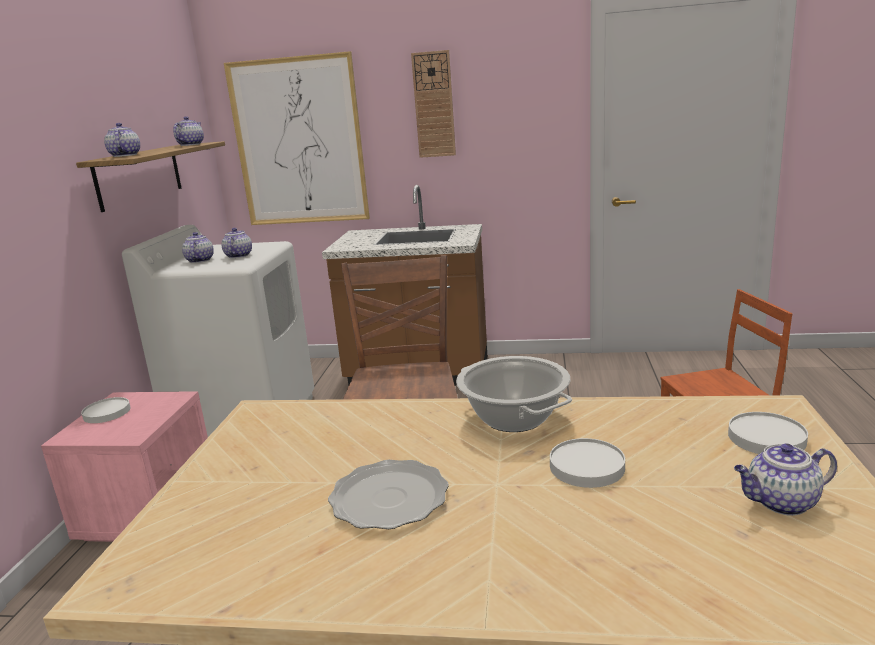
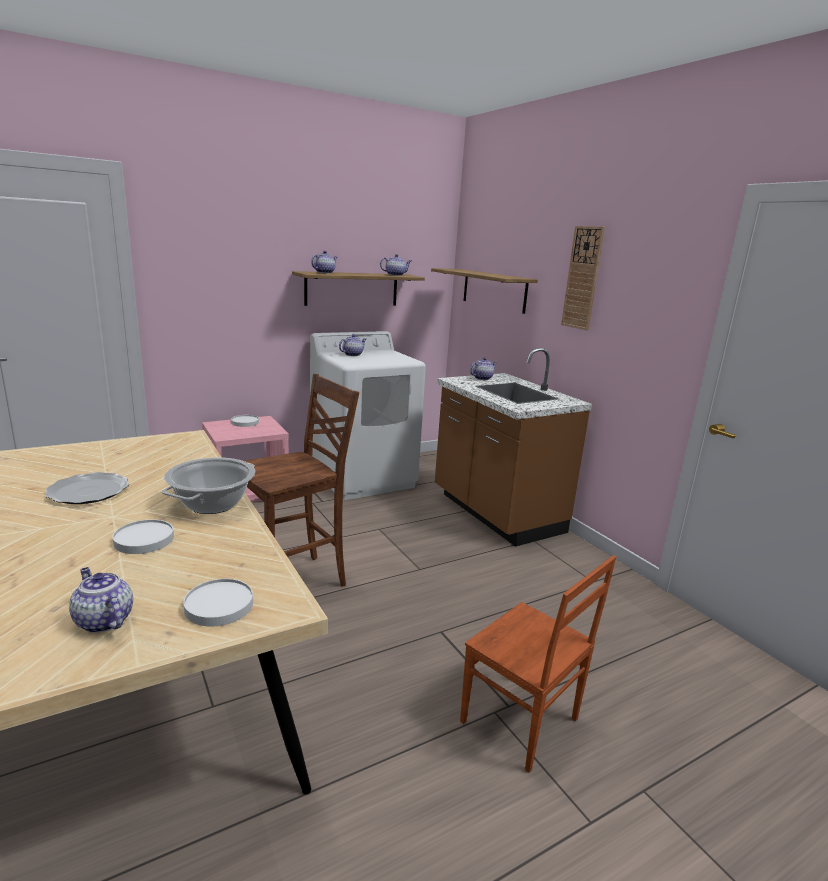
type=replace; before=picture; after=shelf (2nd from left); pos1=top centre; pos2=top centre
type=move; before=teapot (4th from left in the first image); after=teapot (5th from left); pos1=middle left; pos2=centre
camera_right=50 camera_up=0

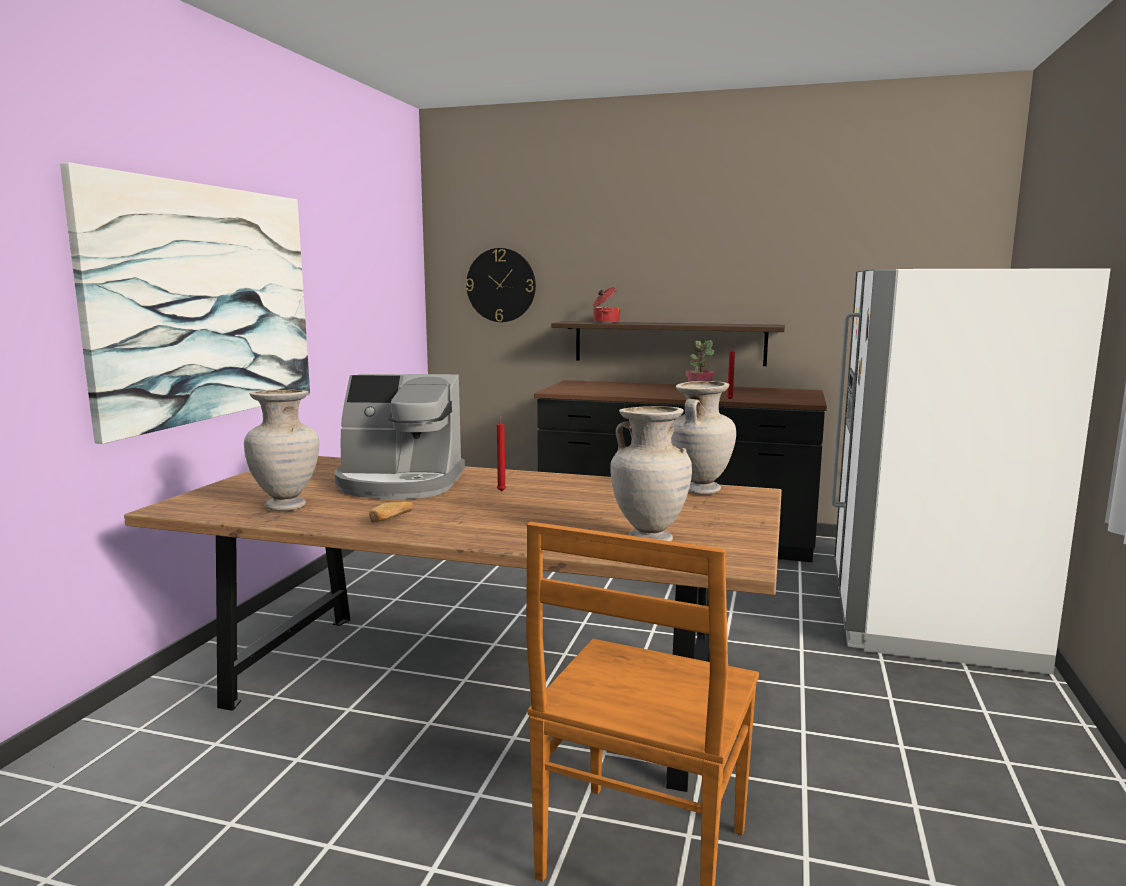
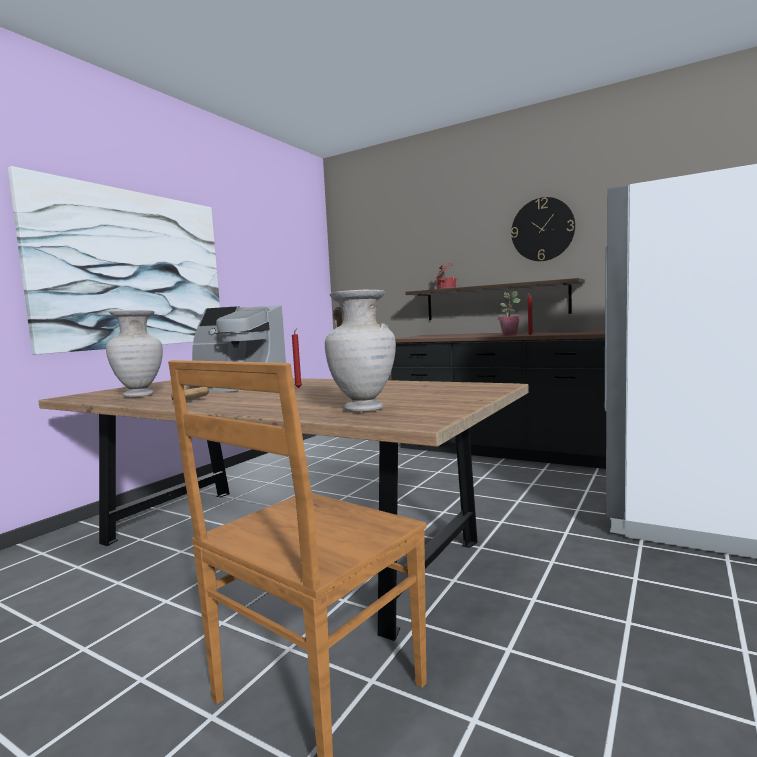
type=move; before=wall clock; pos1=top centre; pos2=top right
type=delete; before=vase/beige (3rd from left); pos1=centre
camera_right=15 camera_up=-5

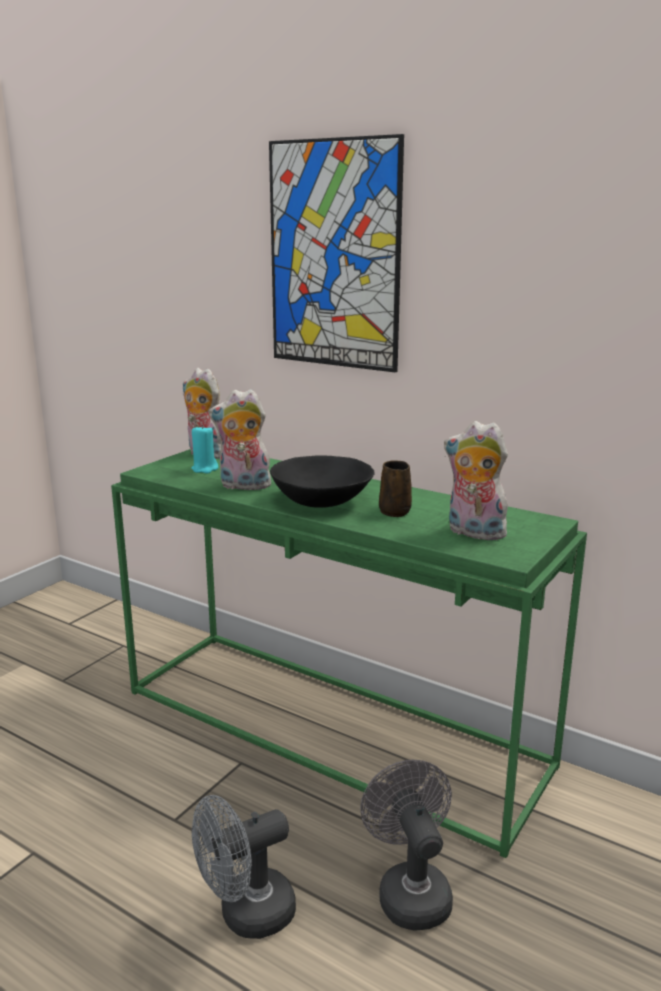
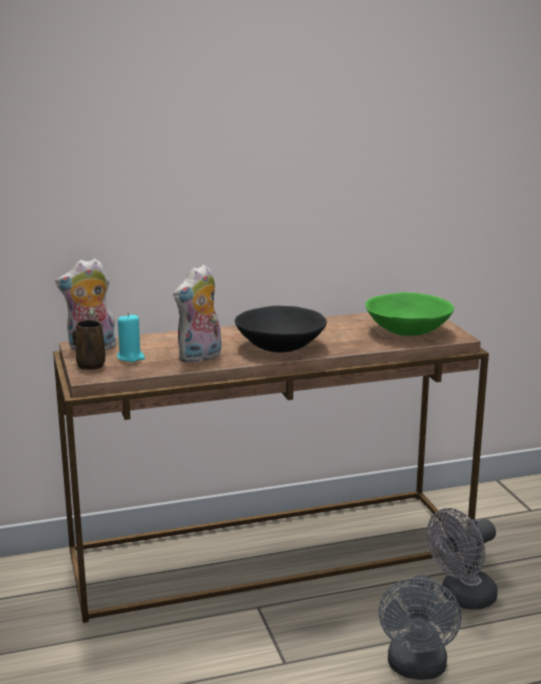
type=delete; before=picture; pos1=top centre
type=replace; before=plush toy (3rd from left); after=bowl/green; pos1=middle right; pos2=middle right
type=recolor; before=console table/green; after=console table/brown; pos1=centre; pos2=bottom centre
type=move; before=mug/brown; pos1=centre; pos2=middle left
type=rotate; before=fan/grey (2nd from left); pos1=bottom centre; pos2=bottom right; turn=-60
camera_right=-50 camera_up=0

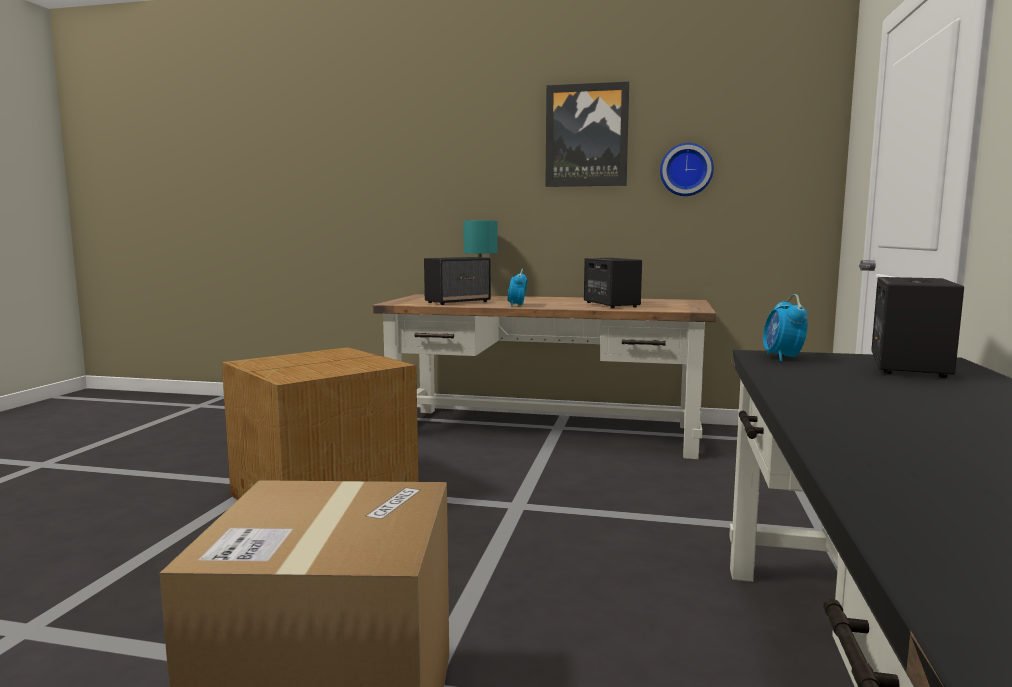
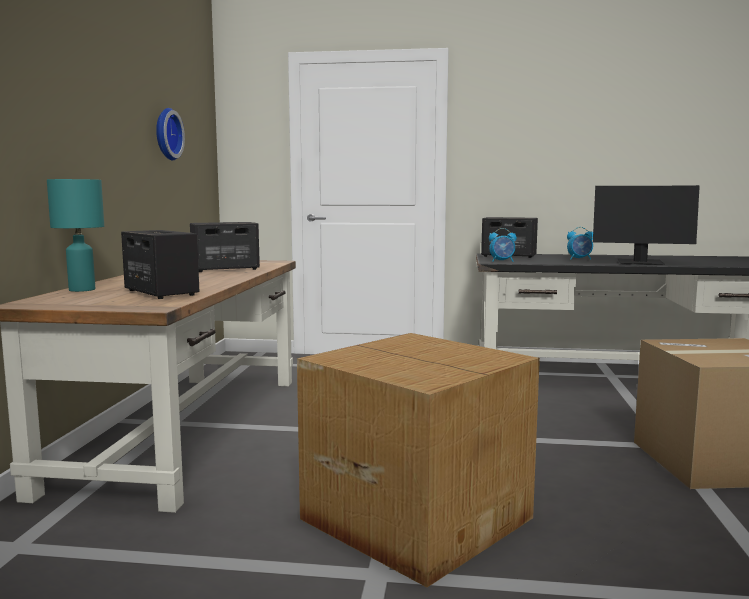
type=delete; before=picture; pos1=top centre
type=move; before=alarm clock (1st from left in the first image); after=alarm clock (2nd from left); pos1=centre; pos2=middle right
type=insert; after=monitor; pos2=middle right
camera_right=-95 camera_up=0

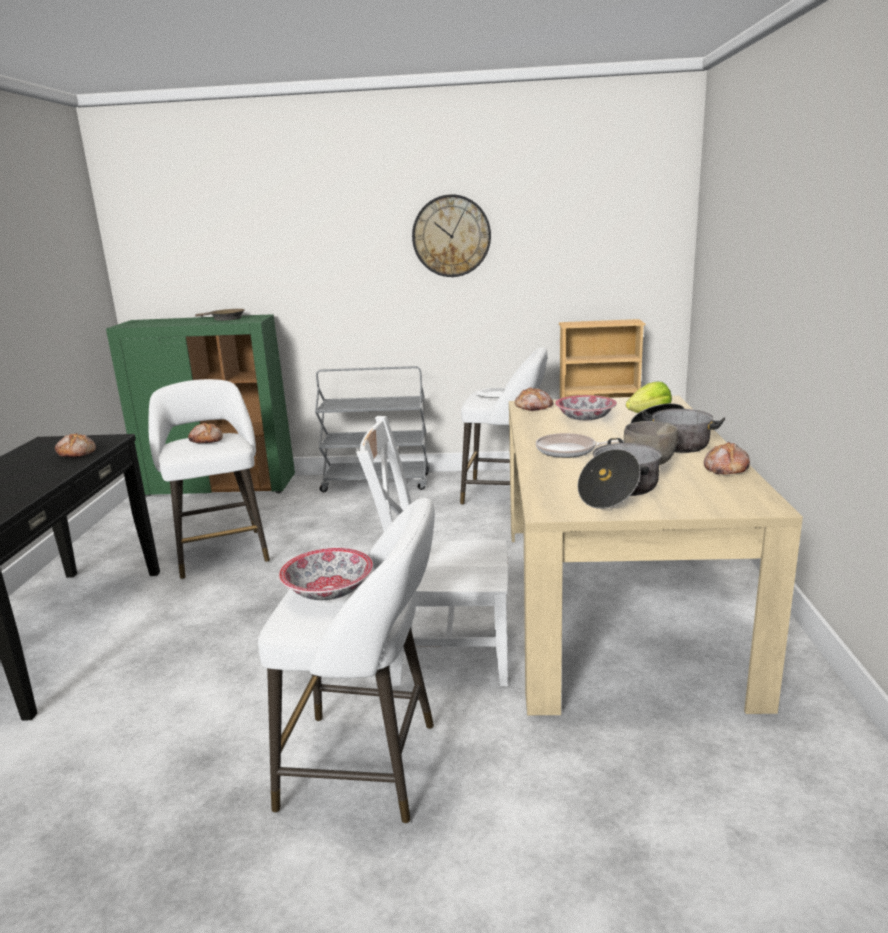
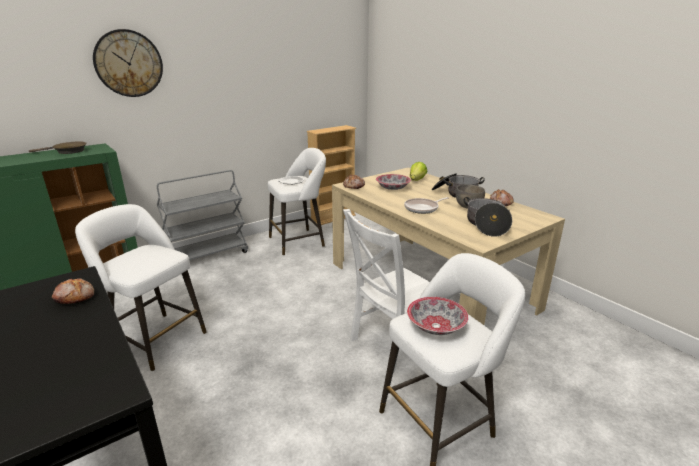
type=move; before=wall clock; pos1=top centre; pos2=top left
type=delete; before=bread (2nd from left); pos1=middle left
camera_right=-40 camera_up=5

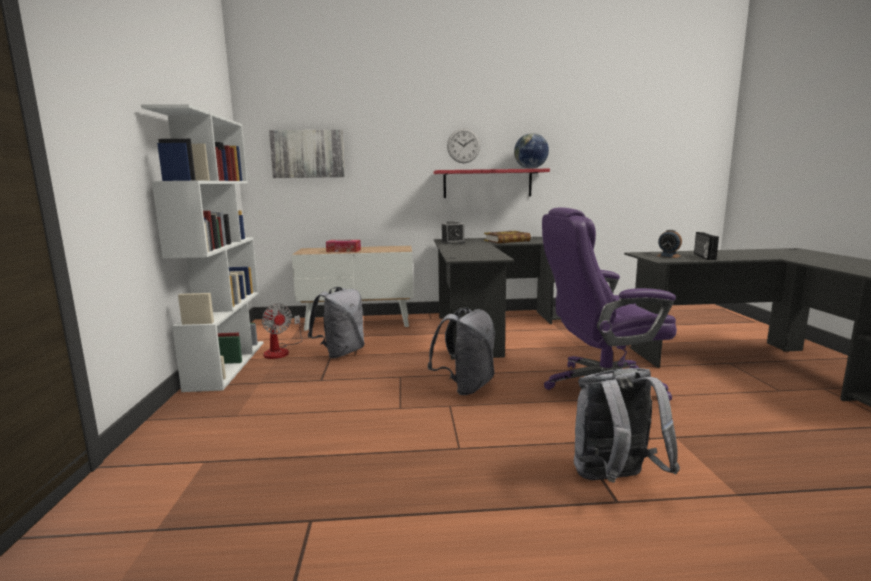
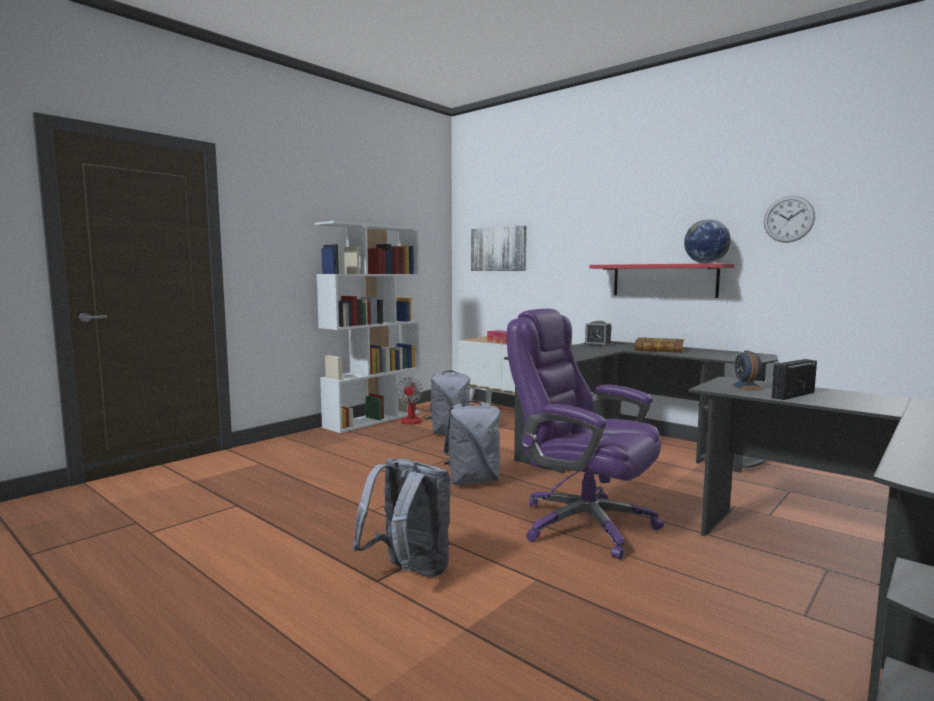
type=move; before=wall clock; pos1=top centre; pos2=top right
camera_right=45 camera_up=-5

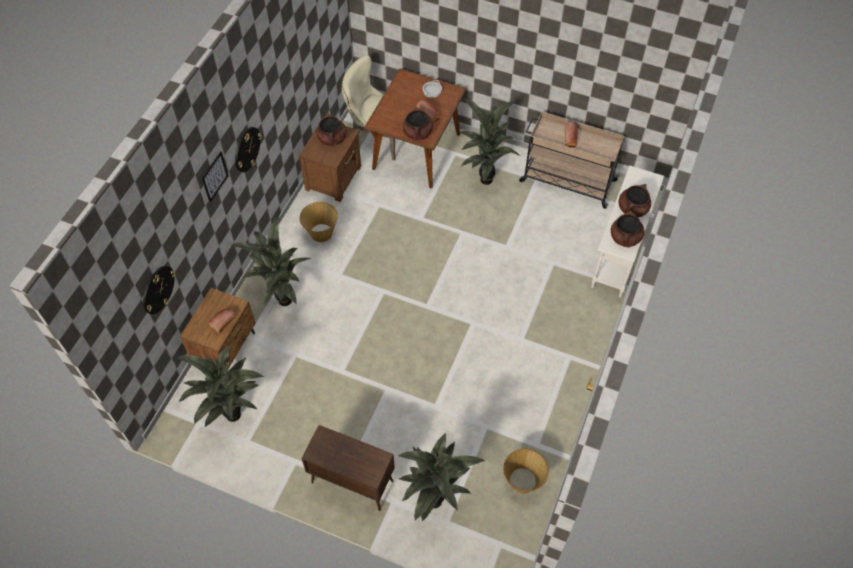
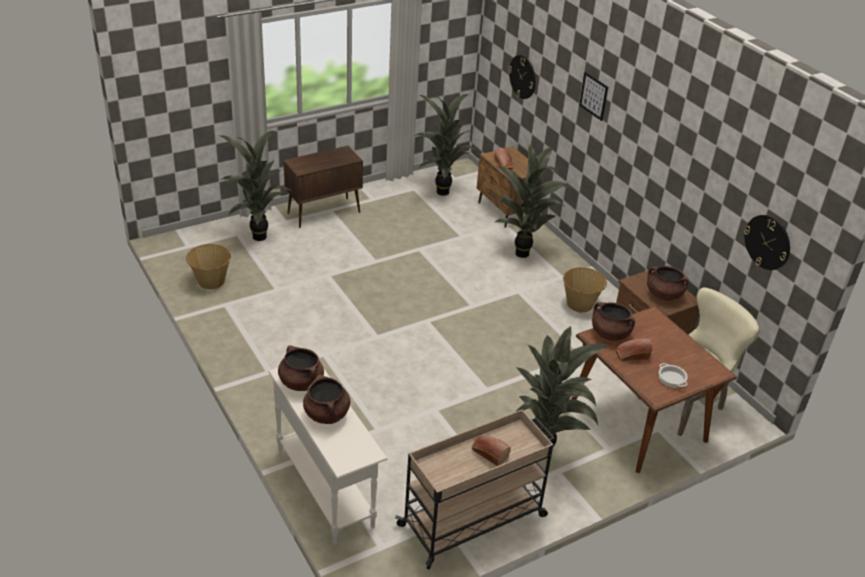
type=move; before=wall clock (2nd from left); pos1=top left; pos2=middle right
camera_right=125 camera_up=-20

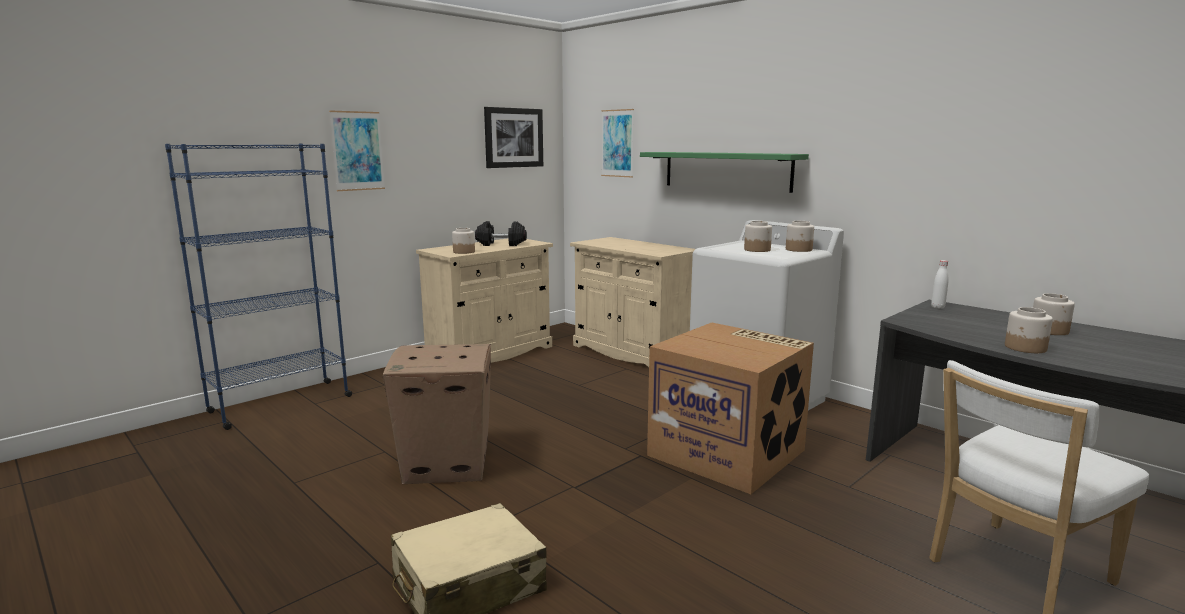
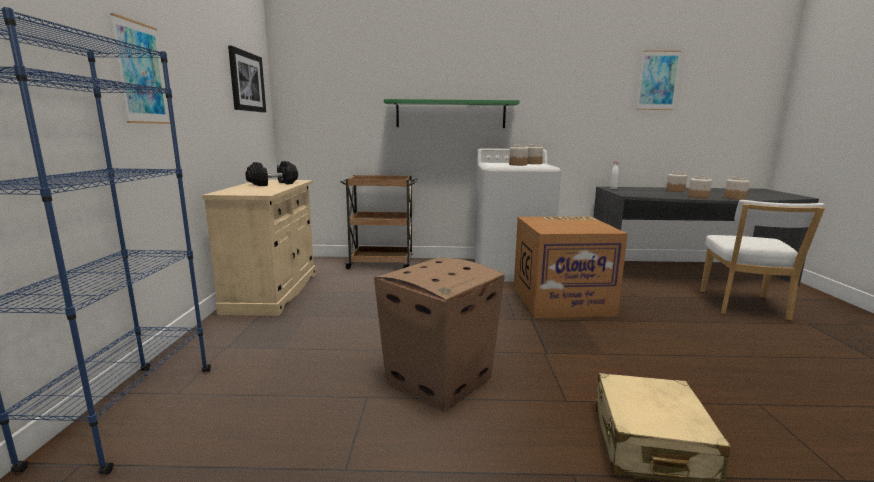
type=move; before=picture (3rd from left); pos1=top centre; pos2=top right
type=move; before=jar (1st from left in the first image); after=jar (5th from left); pos1=centre; pos2=middle right
type=replace; before=cabinet/beige (2nd from left); after=cart/brown; pos1=centre; pos2=centre
camera_right=-45 camera_up=0

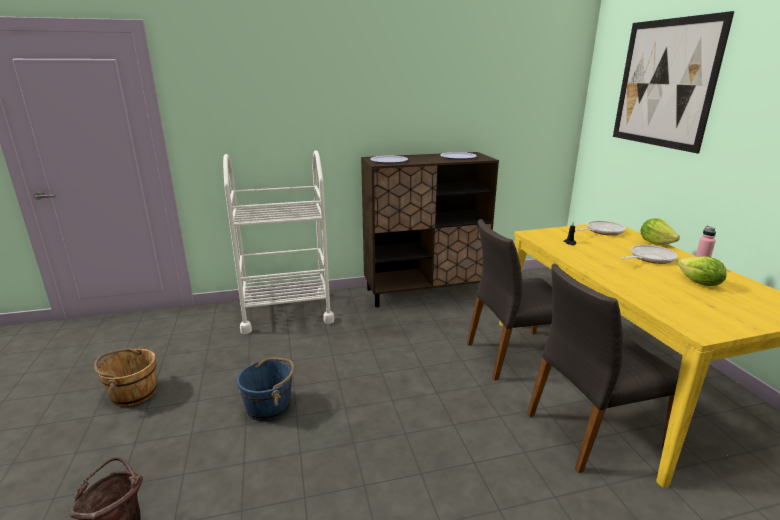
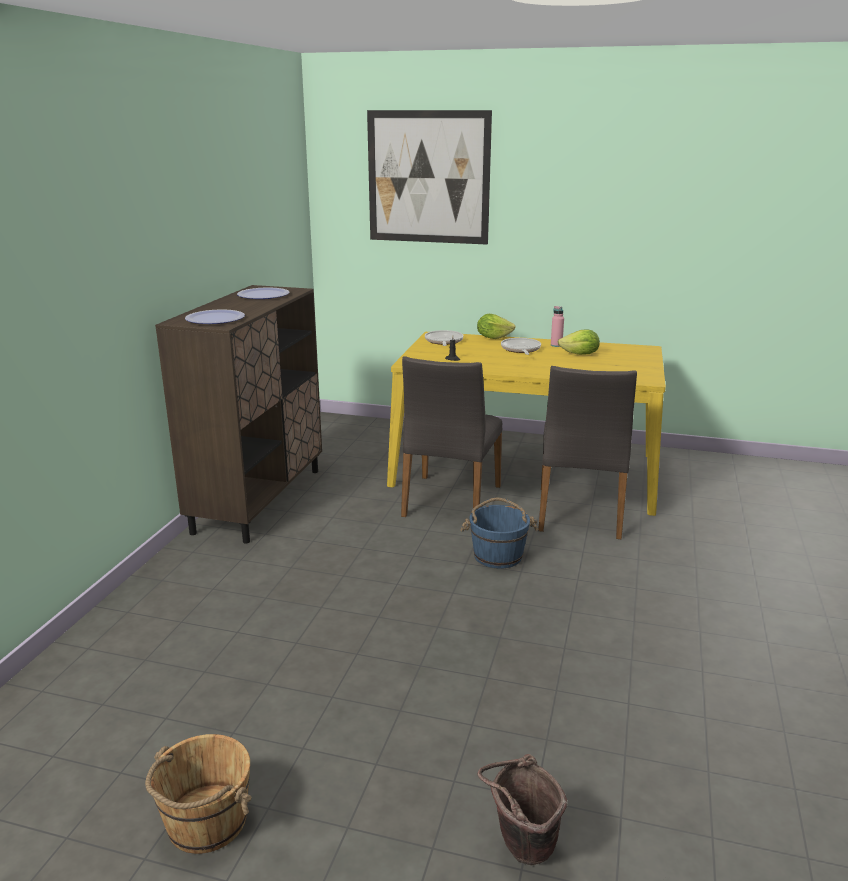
type=delete; before=cart/white; pos1=centre
type=move; before=bucket/blue; pos1=bottom centre; pos2=centre
camera_right=-60 camera_up=0

